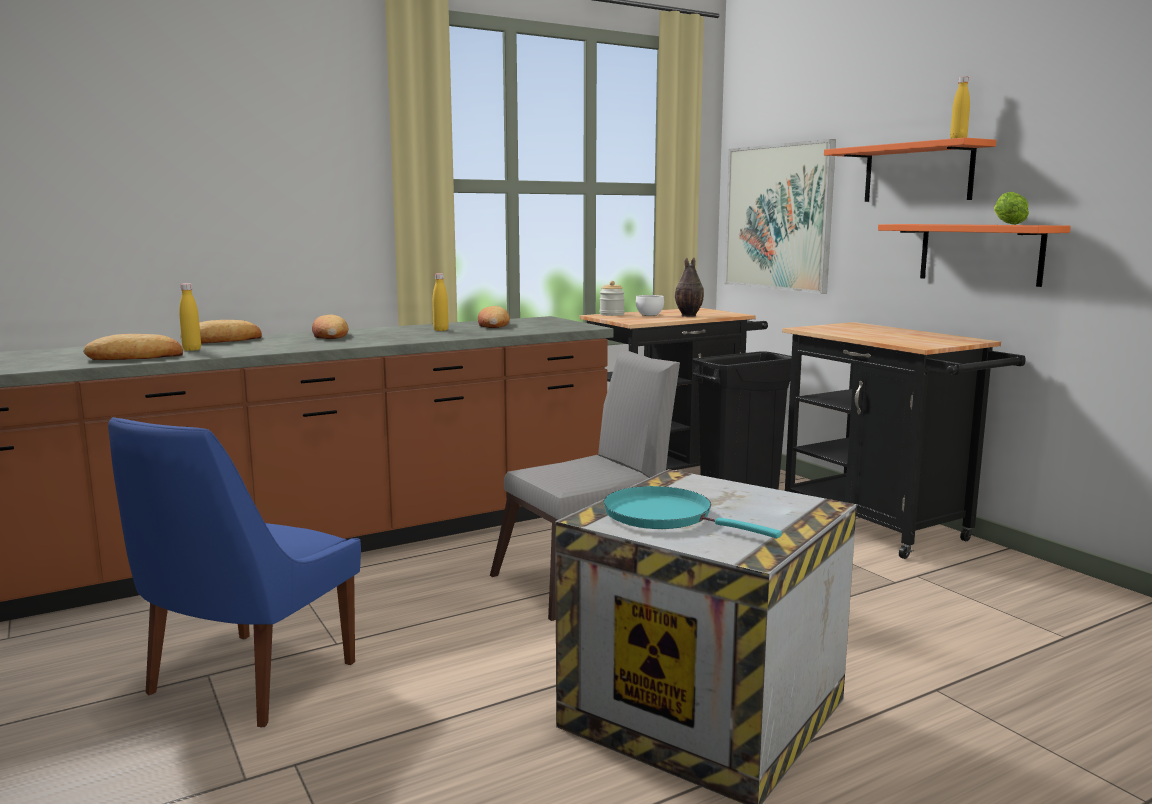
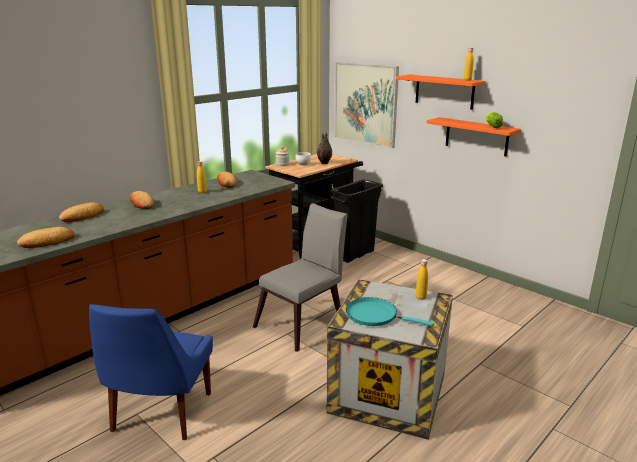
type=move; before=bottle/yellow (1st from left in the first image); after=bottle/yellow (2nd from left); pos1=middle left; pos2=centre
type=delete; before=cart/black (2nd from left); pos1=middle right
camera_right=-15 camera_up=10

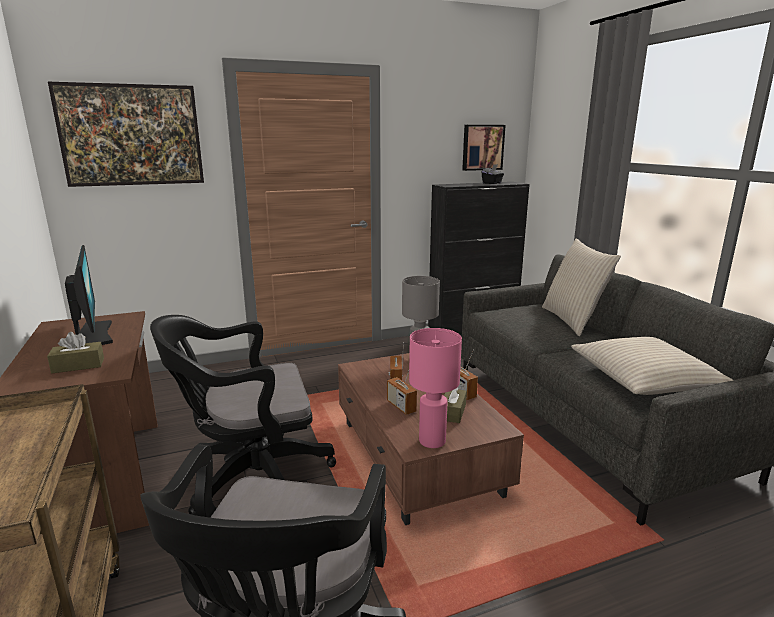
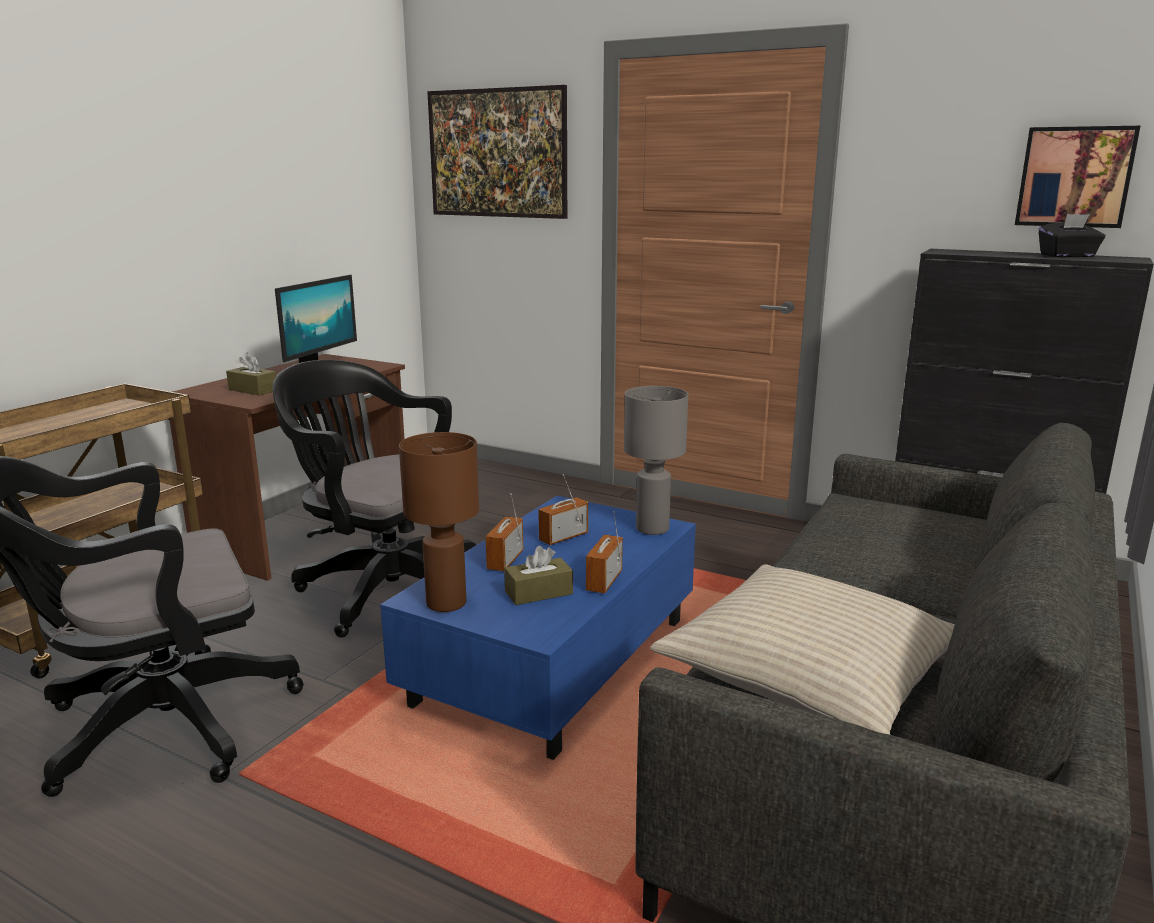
type=delete; before=pillow/beige (1st from left); pos1=middle right
type=recolor; before=table lamp/pink; after=table lamp/brown; pos1=centre; pos2=centre
type=recolor; before=coffee table/brown; after=coffee table/blue; pos1=bottom centre; pos2=bottom centre
camera_right=50 camera_up=0

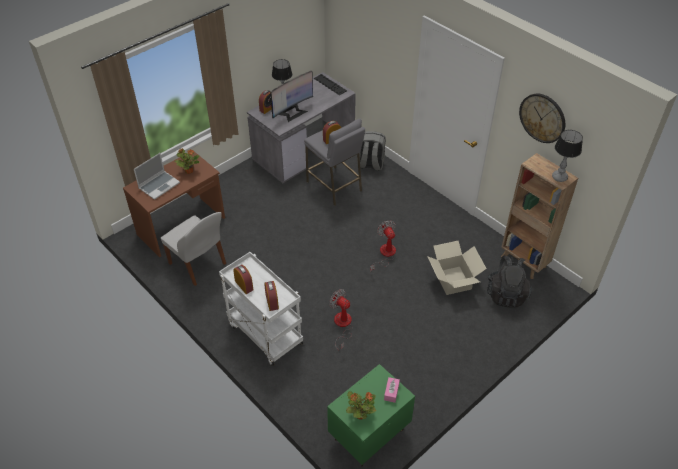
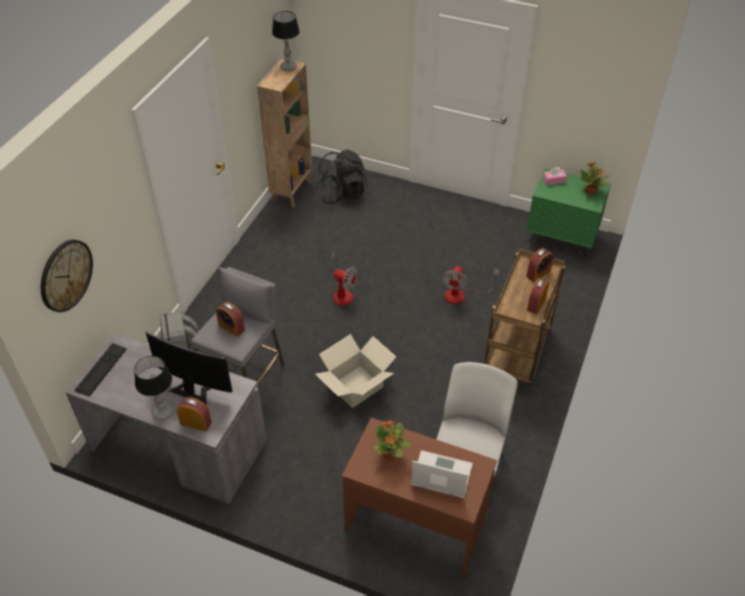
type=move; before=wall clock; pos1=top right; pos2=middle left
type=rotate; before=fan (2nd from left in the first image); pos1=centre; pos2=centre; turn=-105
type=move; before=cardboard box; pos1=middle right; pos2=centre
type=recolor; before=cart/white; after=cart/brown; pos1=centre; pos2=middle right
camera_right=-115 camera_up=0

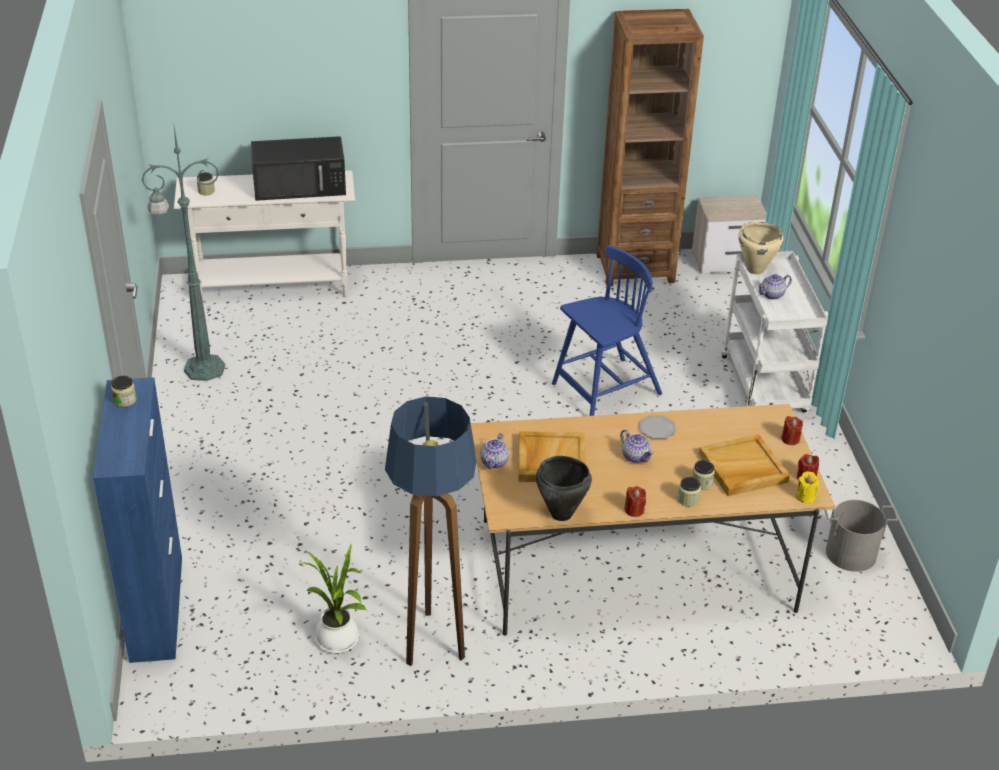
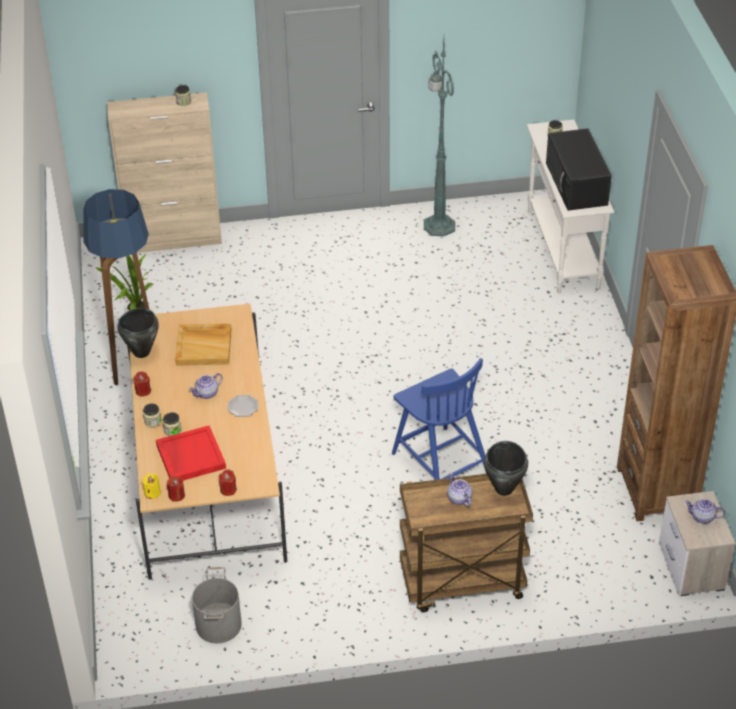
type=recolor; before=cooking pot/beige; after=cooking pot/black (2nd from left); pos1=top right; pos2=middle right
type=recolor; before=cart/white; after=cart/brown; pos1=middle right; pos2=bottom centre
type=recolor; before=cabinet/blue; after=cabinet/beige; pos1=bottom left; pos2=top left
type=move; before=teapot (1st from left in the first image); after=teapot (3rd from left); pos1=centre; pos2=bottom right
type=recolor; before=tray/beige (2nd from left); after=tray/red; pos1=middle right; pos2=middle left
camera_right=90 camera_up=5

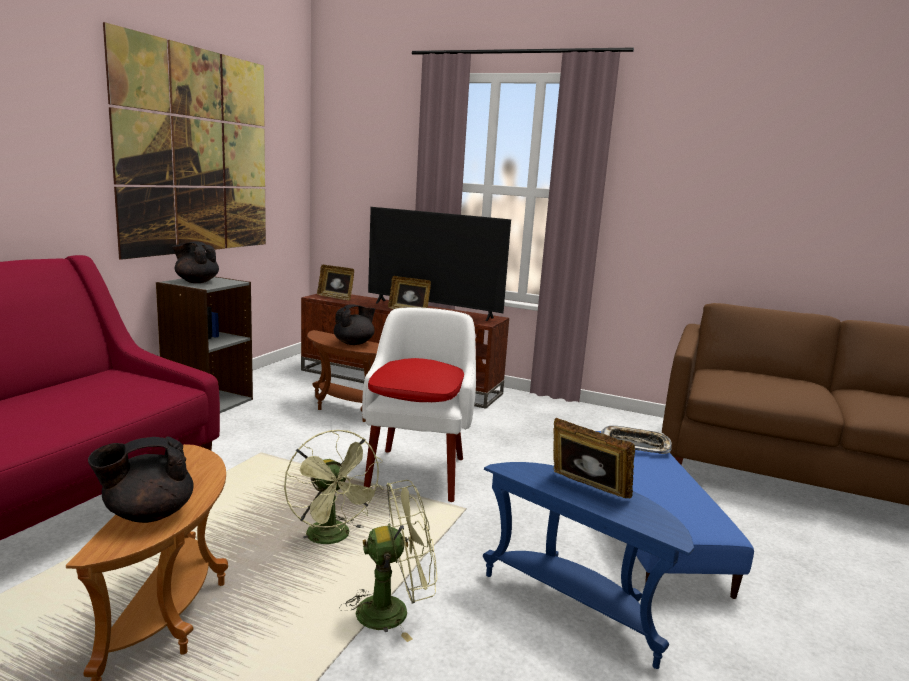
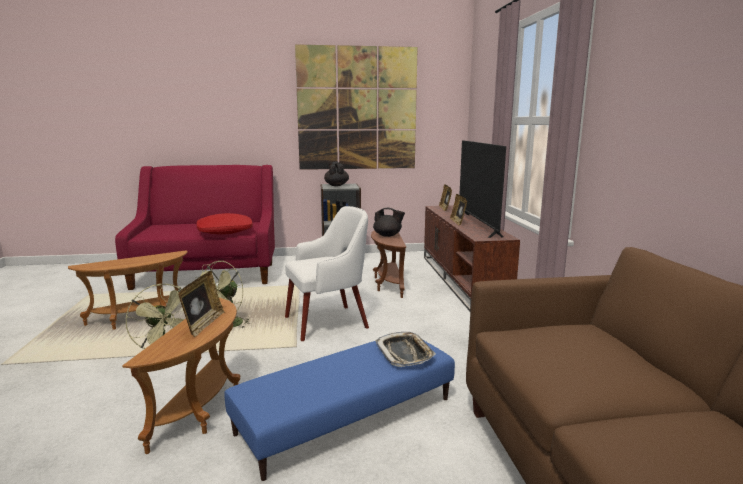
type=move; before=pillow/red; pos1=centre; pos2=middle left
type=delete; before=teapot/black (1st from left); pos1=bottom left
type=recolor; before=side table/blue; after=side table/brown (2nd from left); pos1=bottom centre; pos2=bottom left
camera_right=60 camera_up=0

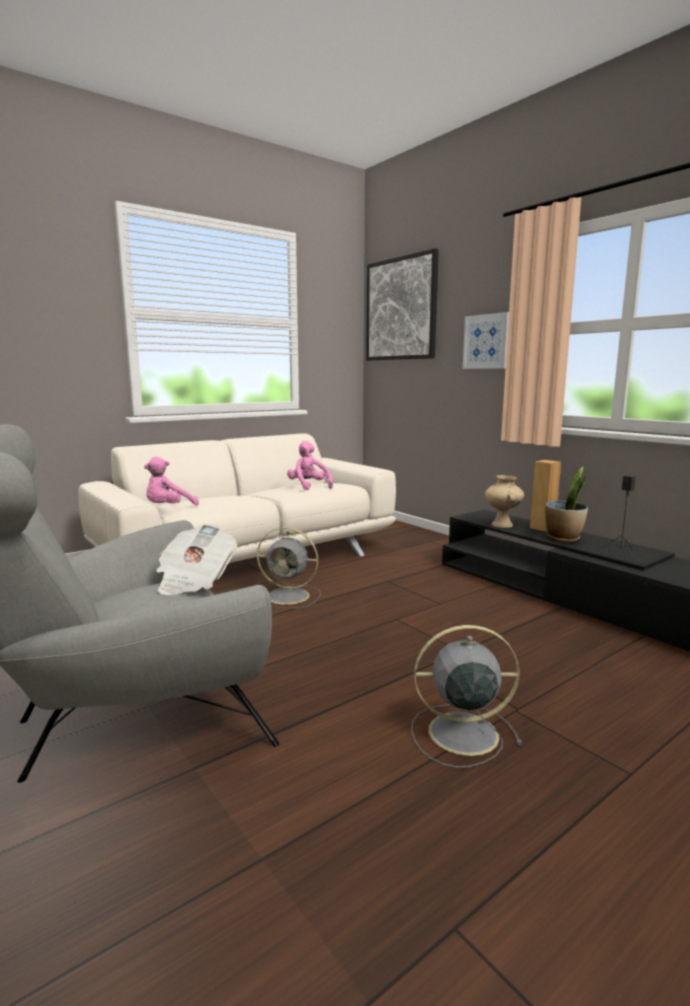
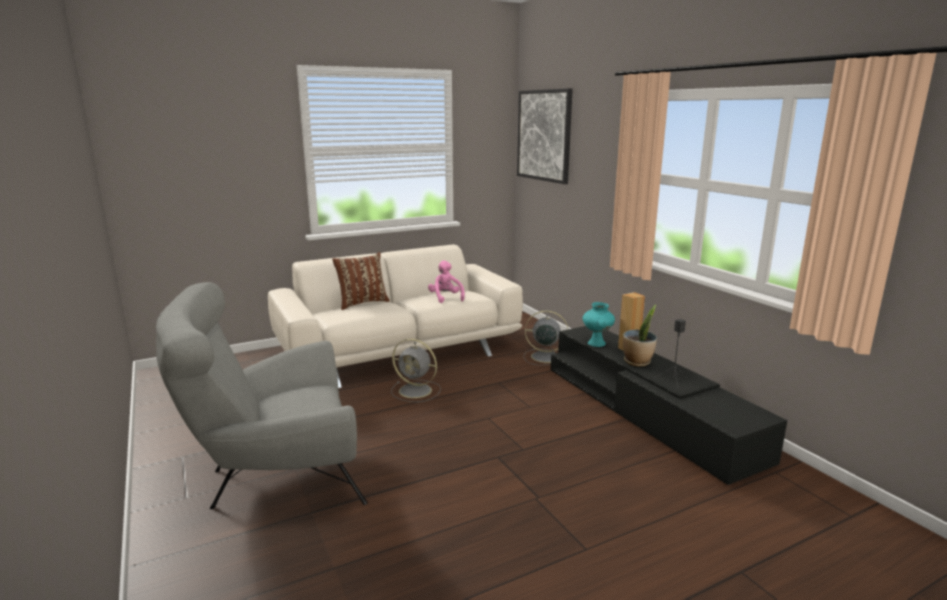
type=delete; before=picture (2nd from left); pos1=middle right
type=delete; before=plush toy/pink (1st from left); pos1=middle left
type=recolor; before=vase/beige; after=vase/turquoise; pos1=middle right; pos2=centre
type=delete; before=newspaper; pos1=middle left
type=move; before=fan/grey (2nd from left); pos1=bottom right; pos2=centre
type=insert; after=pillow/brown; pos2=centre
camera_right=10 camera_up=5

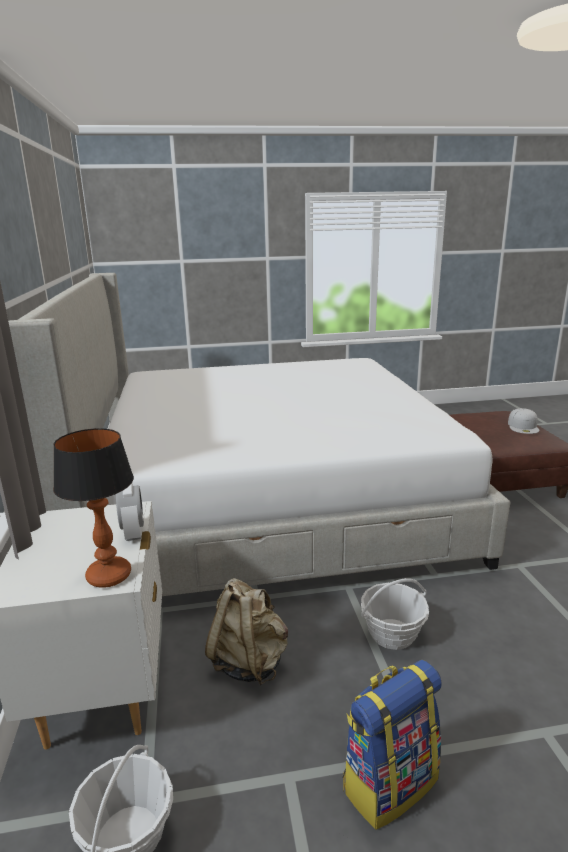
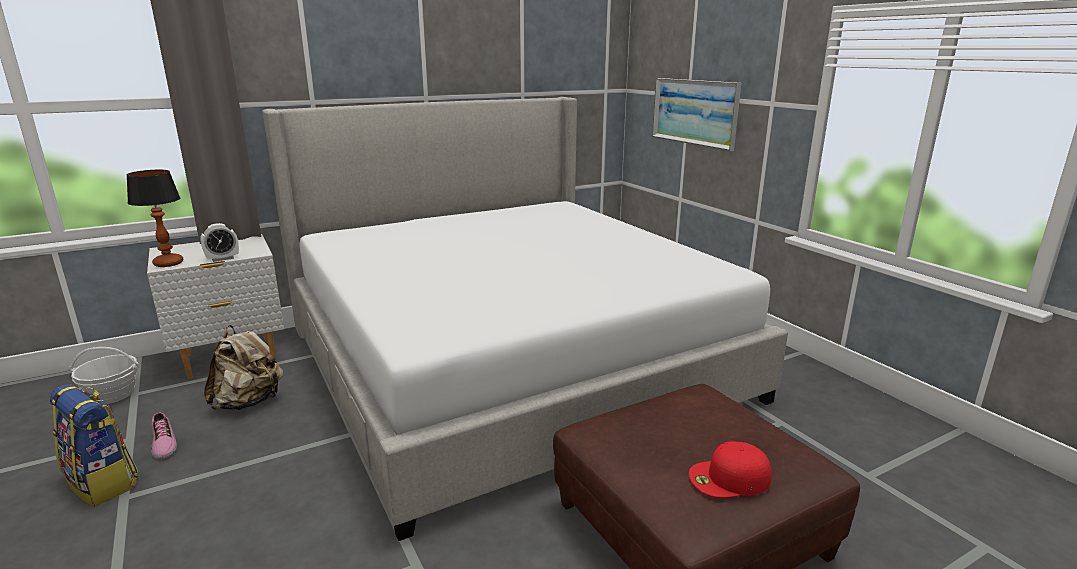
type=recolor; before=cap/white; after=cap/red; pos1=middle right; pos2=bottom right
type=delete; before=basket (2nd from left); pos1=bottom right
type=insert; after=picture; pos2=top centre
type=insert; after=shoe; pos2=bottom left
camera_right=70 camera_up=0

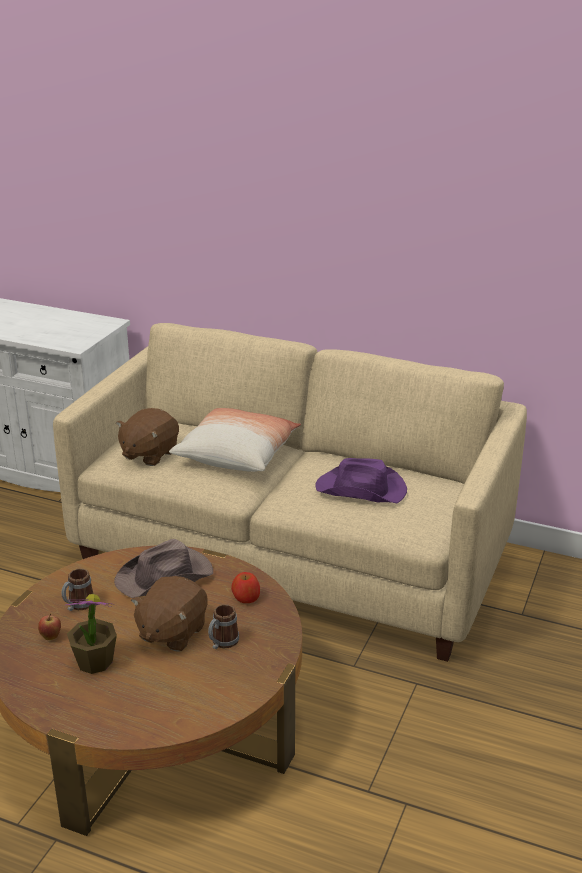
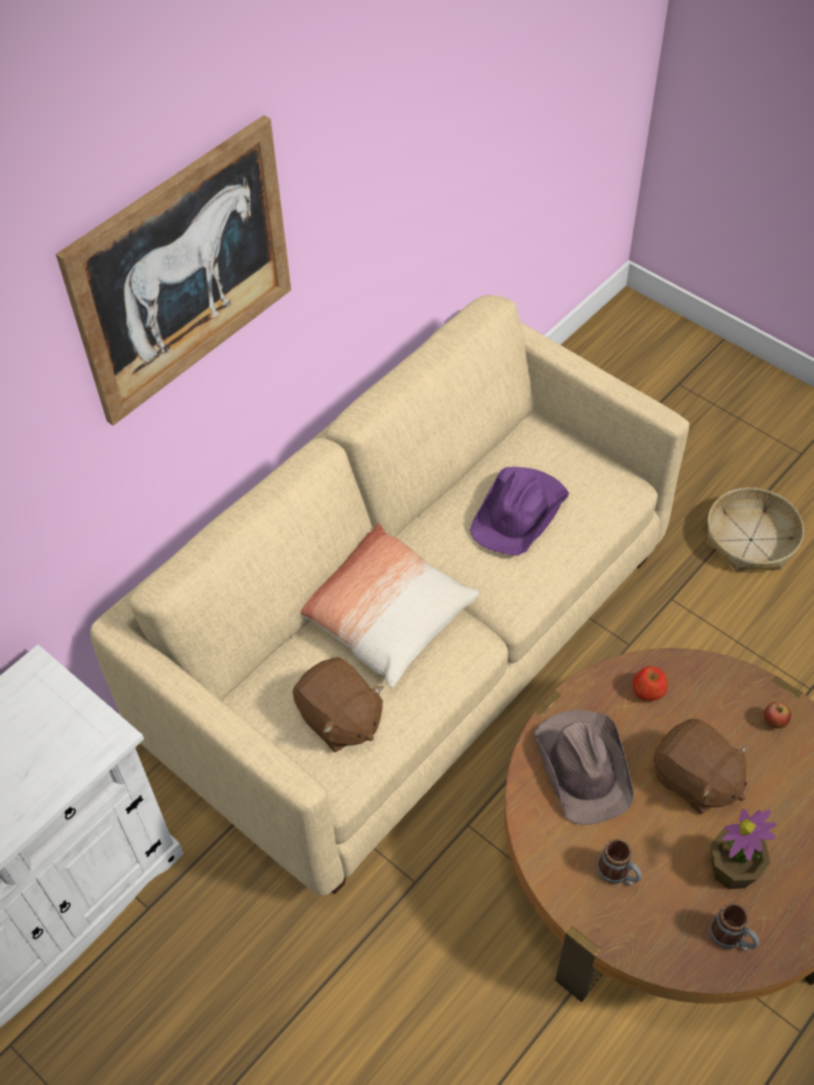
type=move; before=mug (2nd from left); pos1=bottom centre; pos2=bottom right
type=move; before=apple (1st from left in the first image); after=apple (2nd from left); pos1=bottom left; pos2=middle right
type=insert; after=picture; pos2=top left
type=insert; after=basket; pos2=middle right
camera_right=-70 camera_up=25

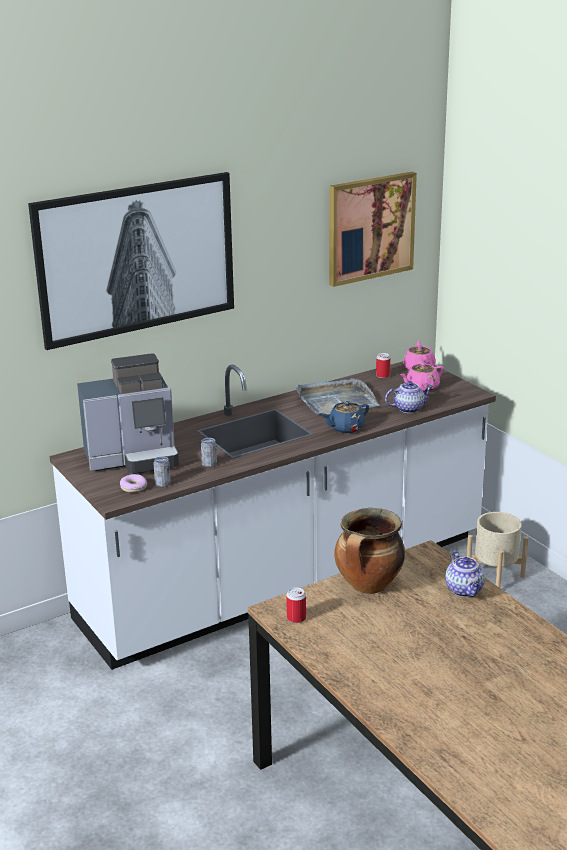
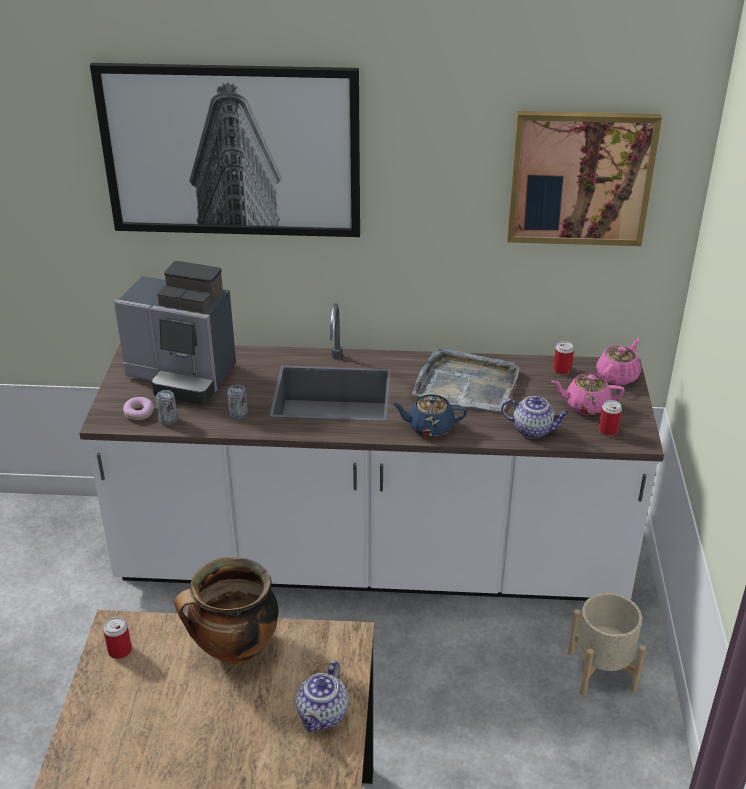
type=insert; after=can (5th from left); pos2=middle right
camera_right=35 camera_up=10

